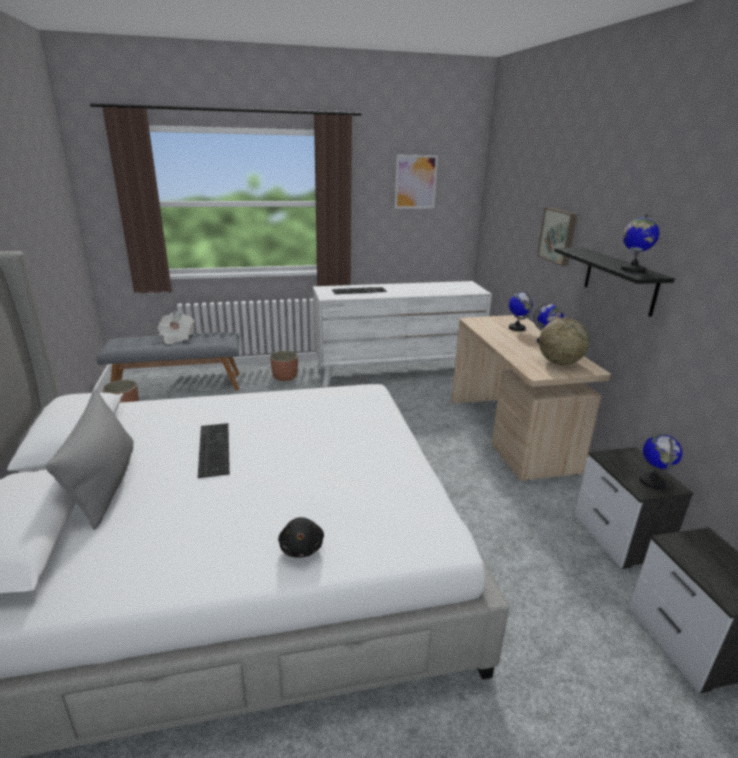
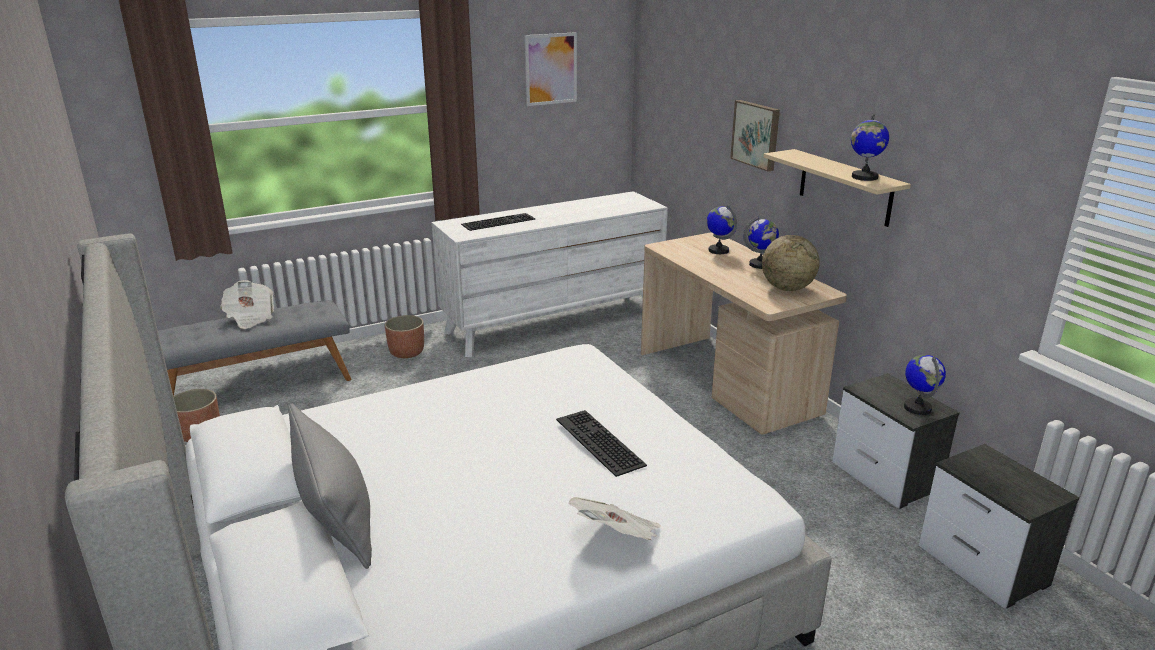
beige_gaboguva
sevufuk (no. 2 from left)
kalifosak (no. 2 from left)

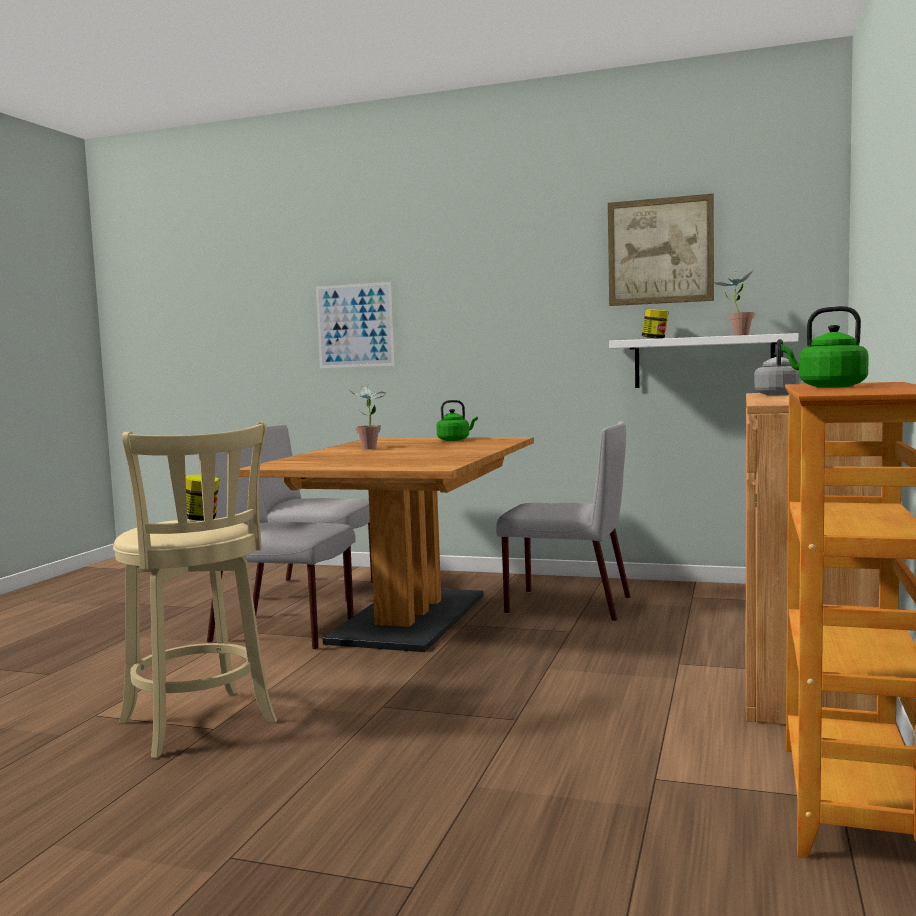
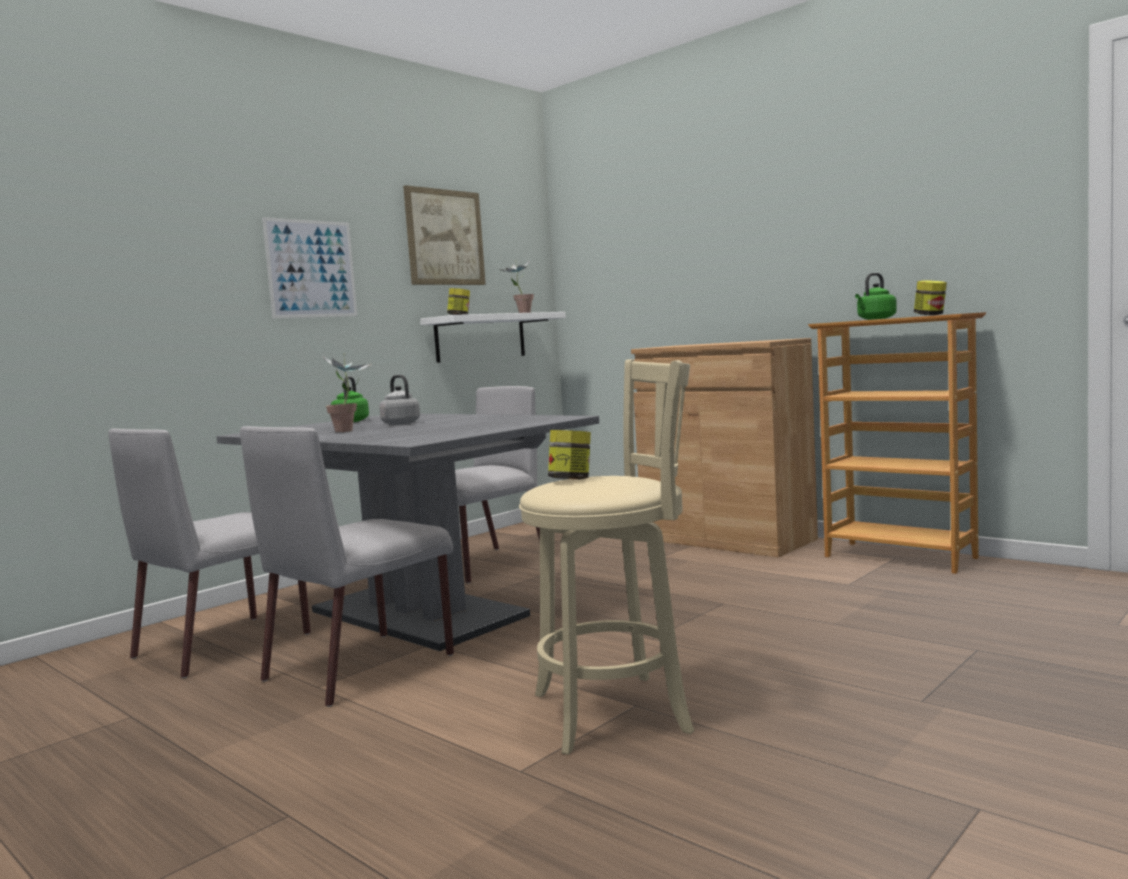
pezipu (no. 1 from left)
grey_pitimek
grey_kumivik
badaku (no. 3 from left)

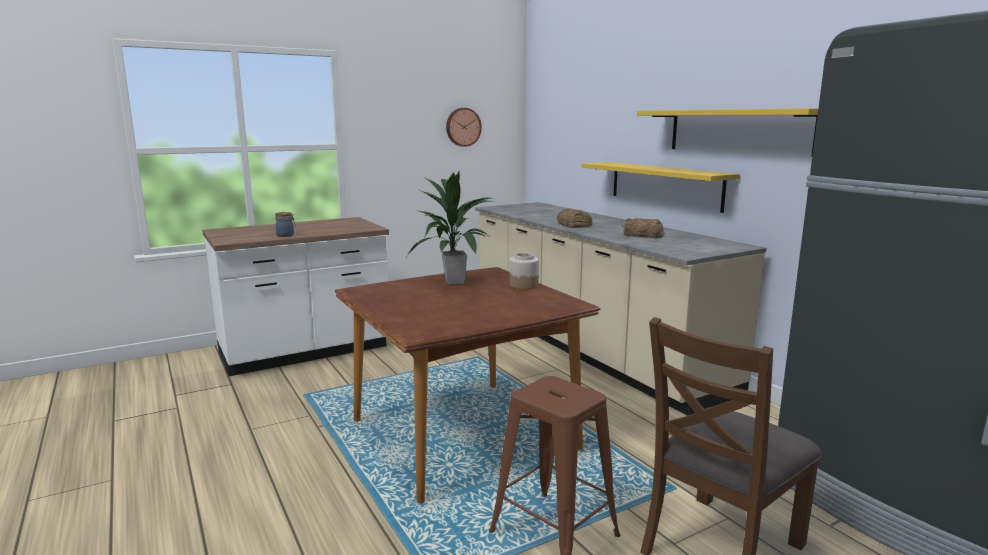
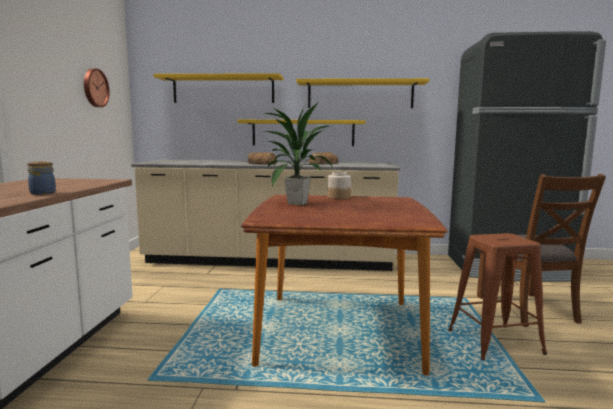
yellow_gaboguva (no. 1 from left)

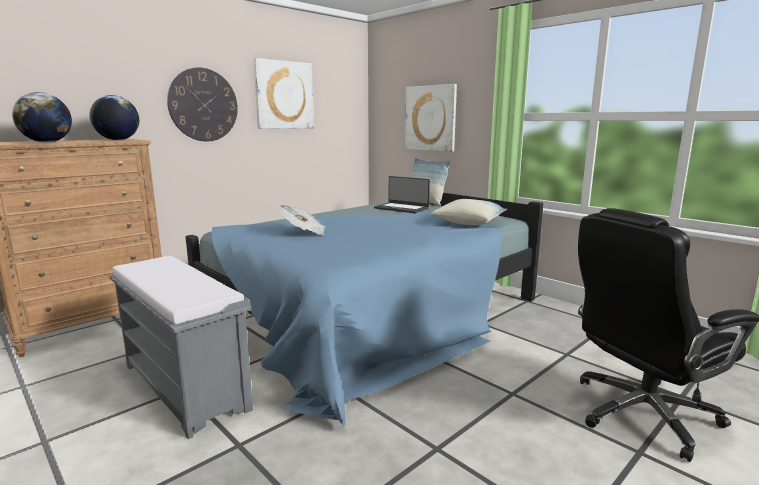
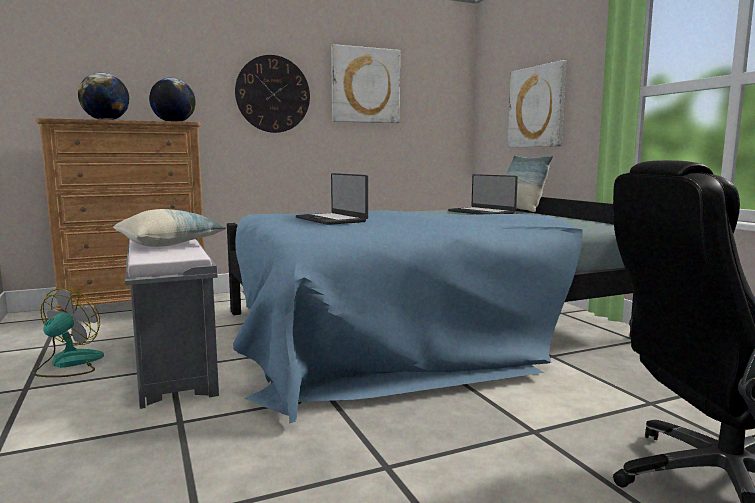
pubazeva (no. 1 from left)
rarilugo (no. 1 from left)
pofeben

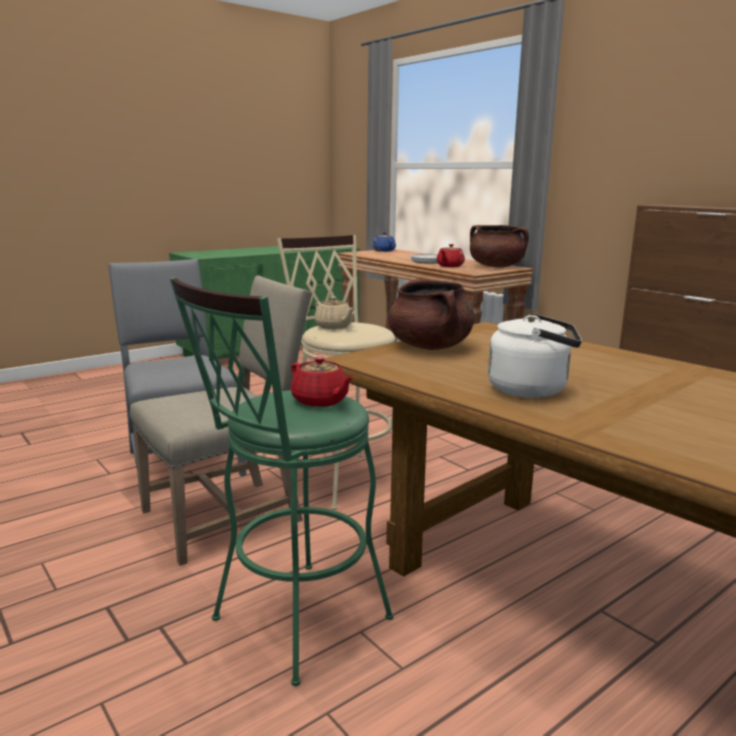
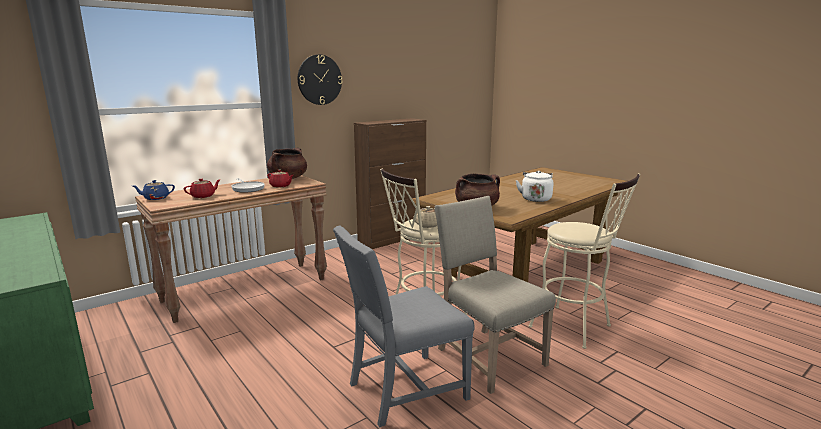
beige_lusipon (no. 2 from left)
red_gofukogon (no. 1 from left)
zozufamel

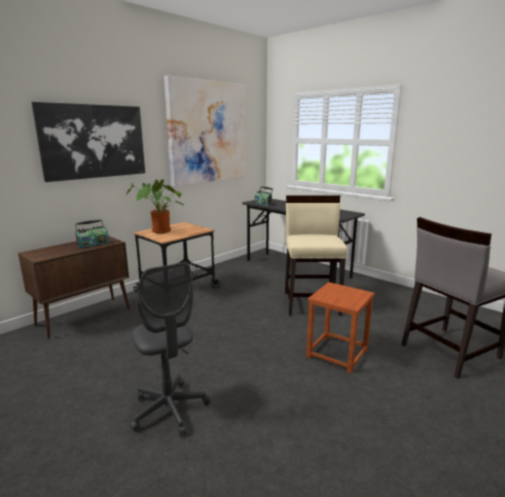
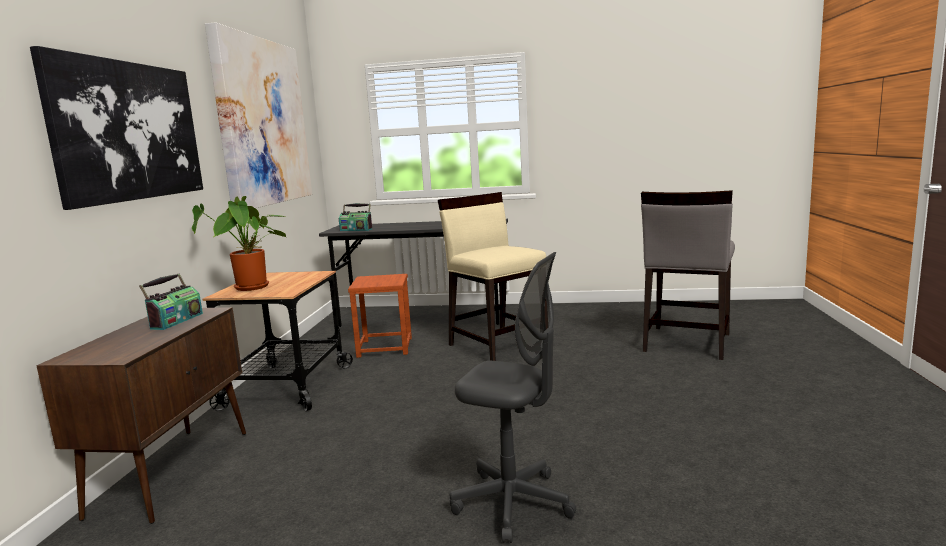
brown_lusipon

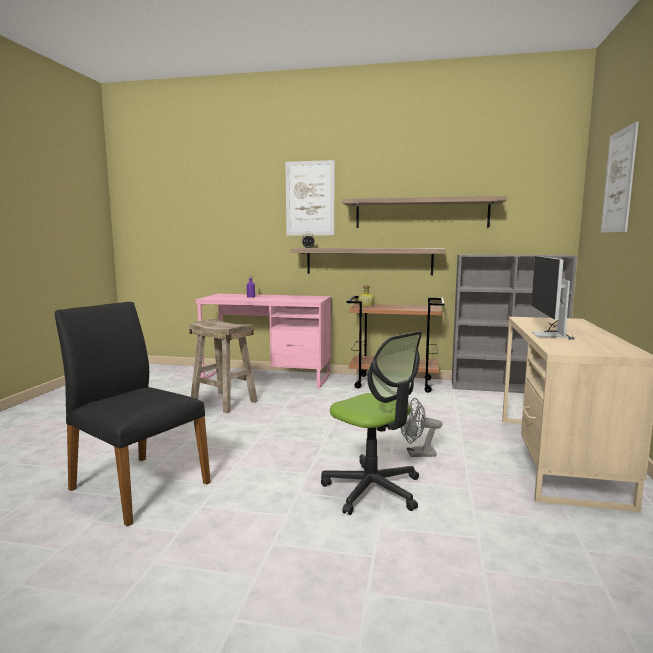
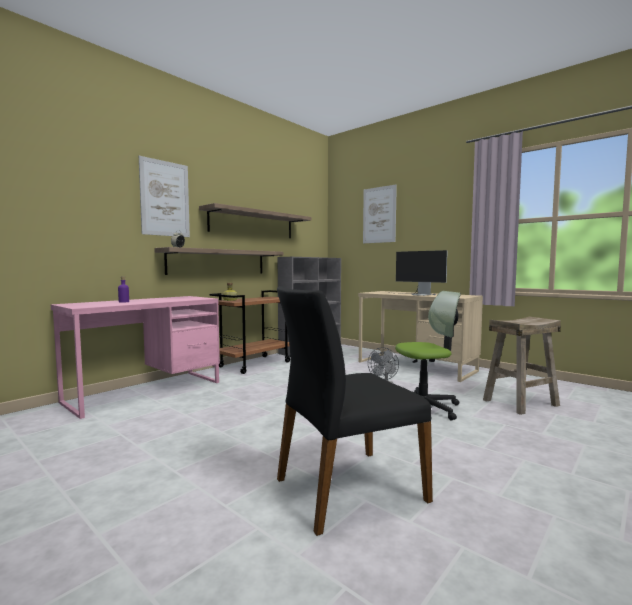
beige_lusipon

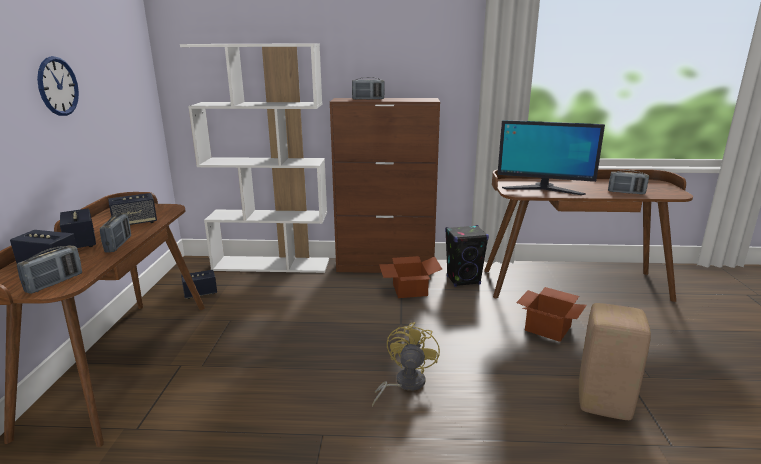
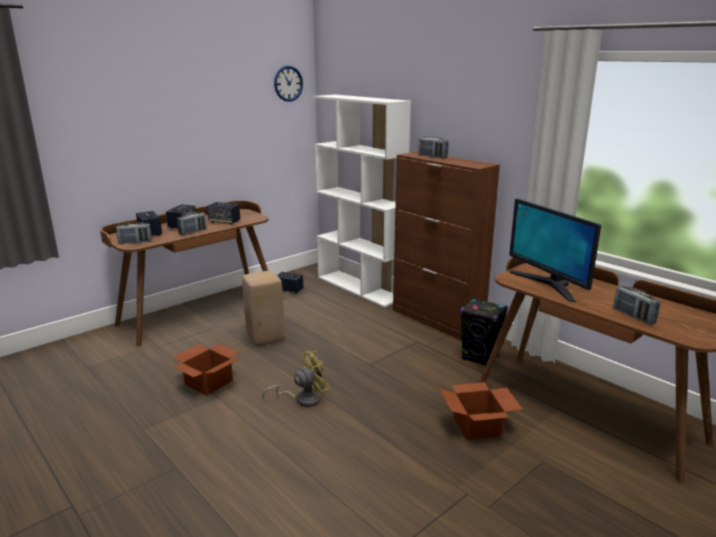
zozufamel
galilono (no. 1 from left)
beige_lusipon

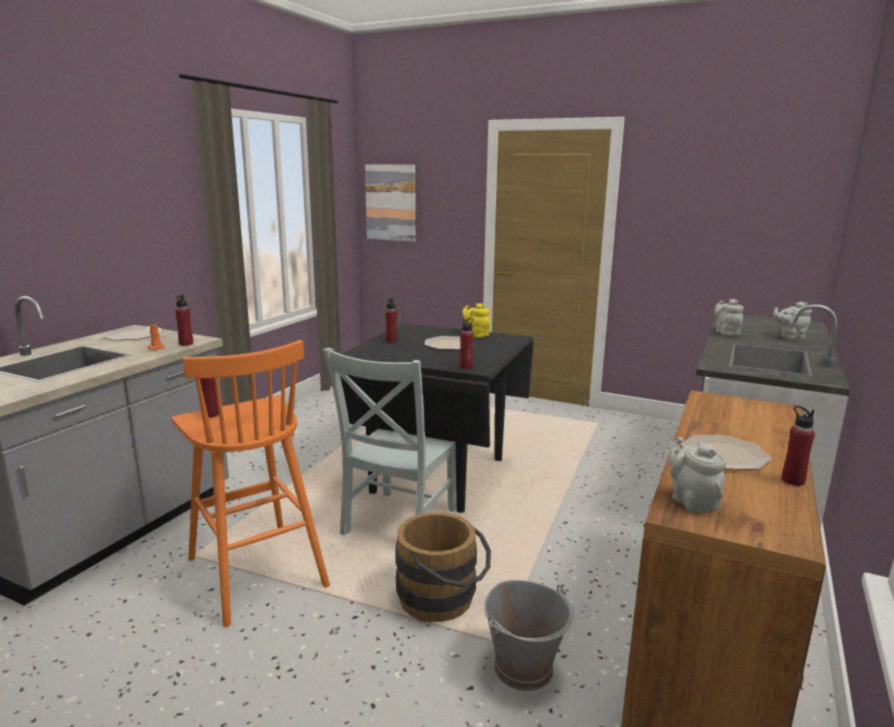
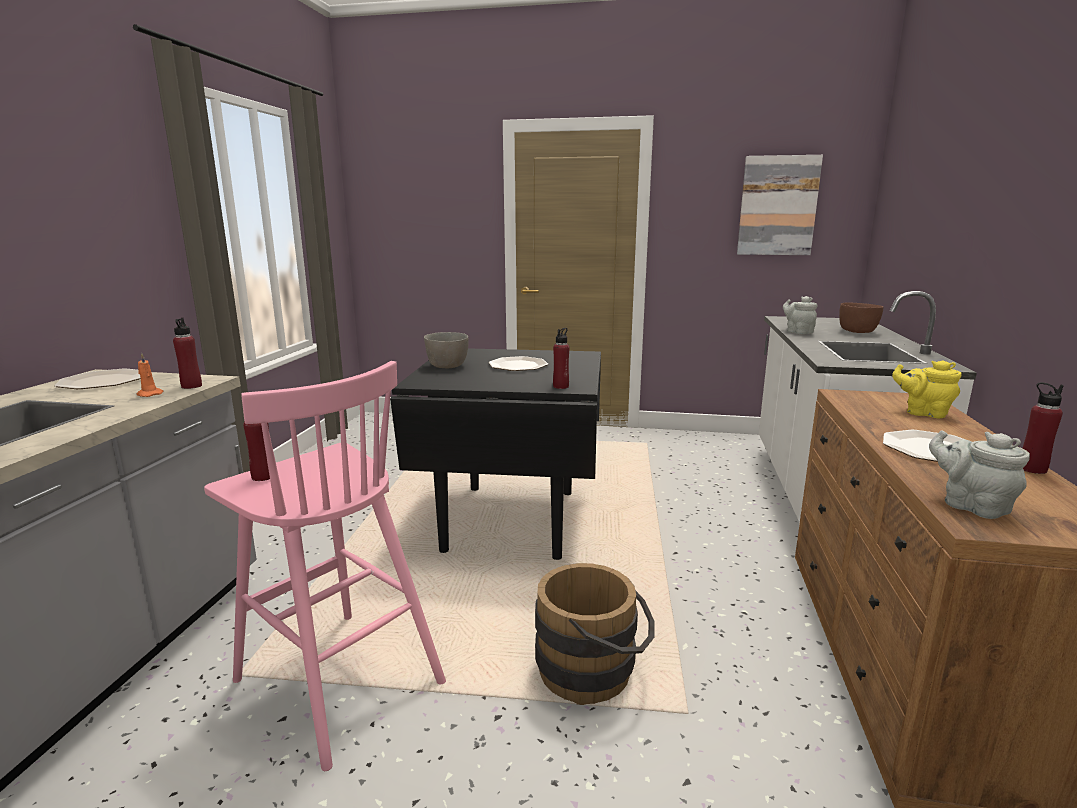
pezipu
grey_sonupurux
brown_sonupurux
yellow_gofukogon
pink_lusipon
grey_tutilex
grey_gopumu

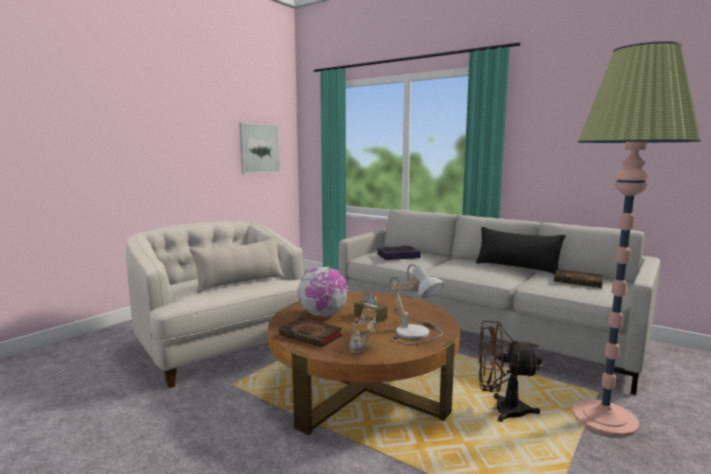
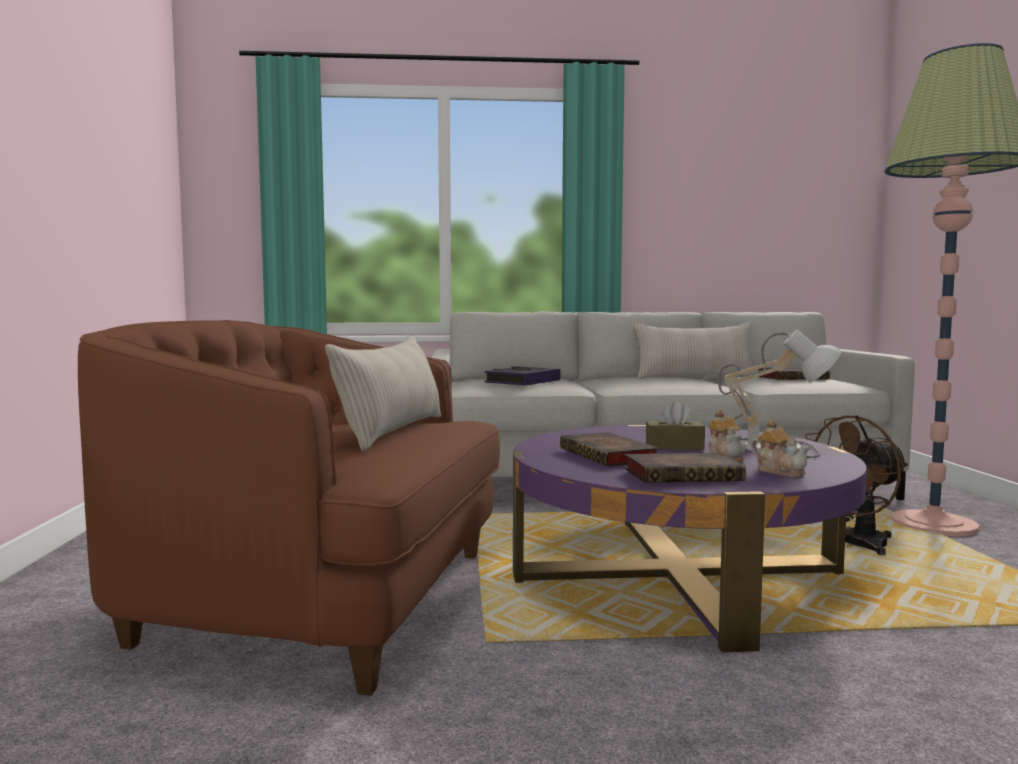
pezipu
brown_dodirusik
beige_pubazeva (no. 2 from left)
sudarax (no. 2 from left)
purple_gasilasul

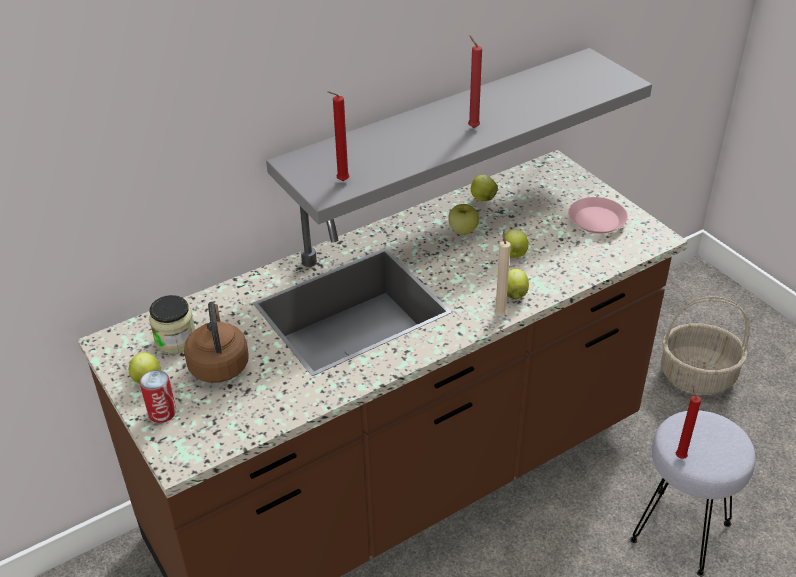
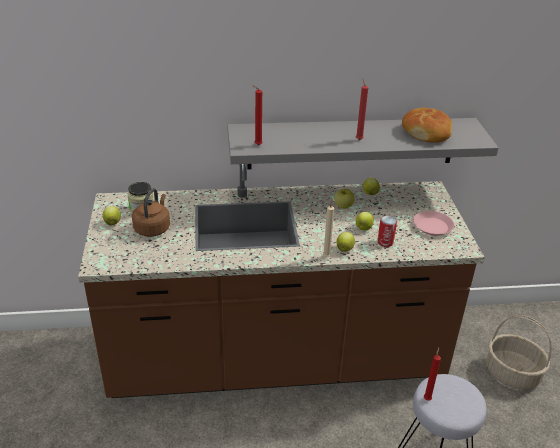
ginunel
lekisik

